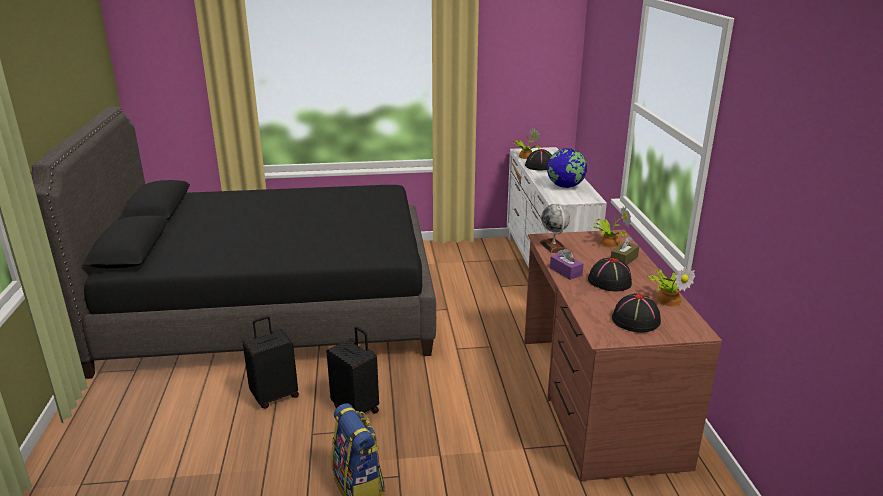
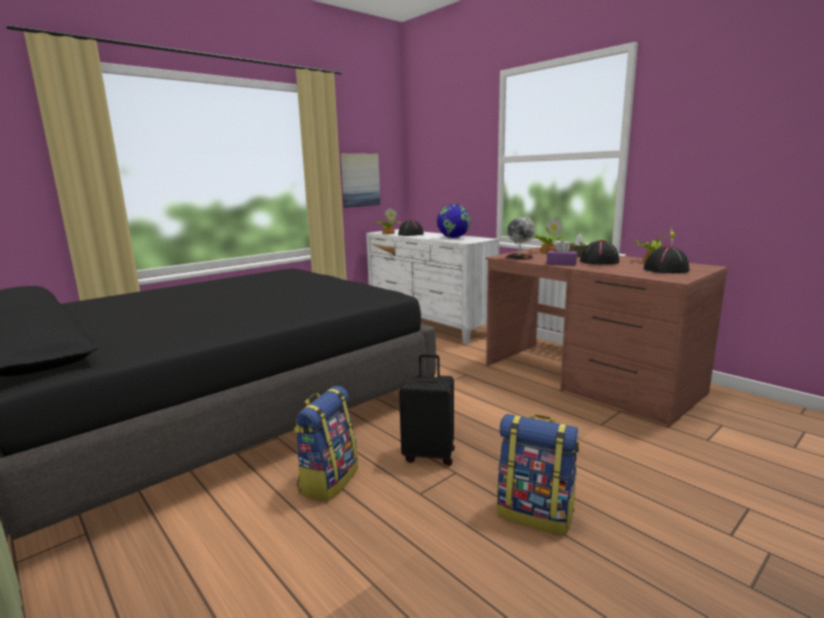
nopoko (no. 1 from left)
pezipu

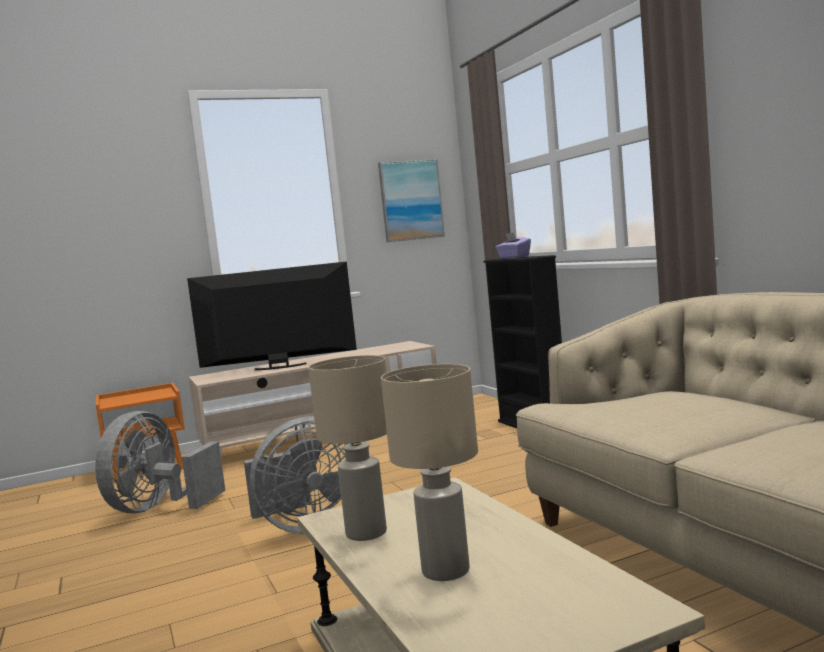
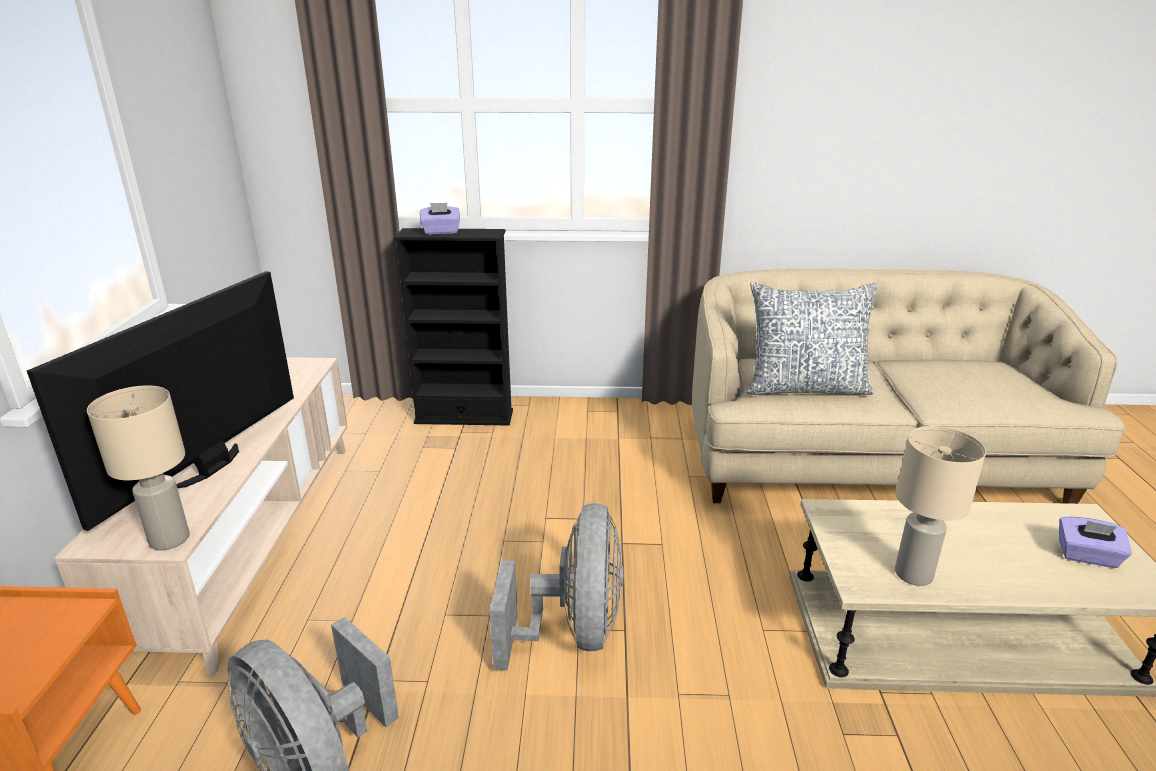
pezipu
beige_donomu (no. 1 from left)
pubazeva
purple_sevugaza (no. 2 from left)

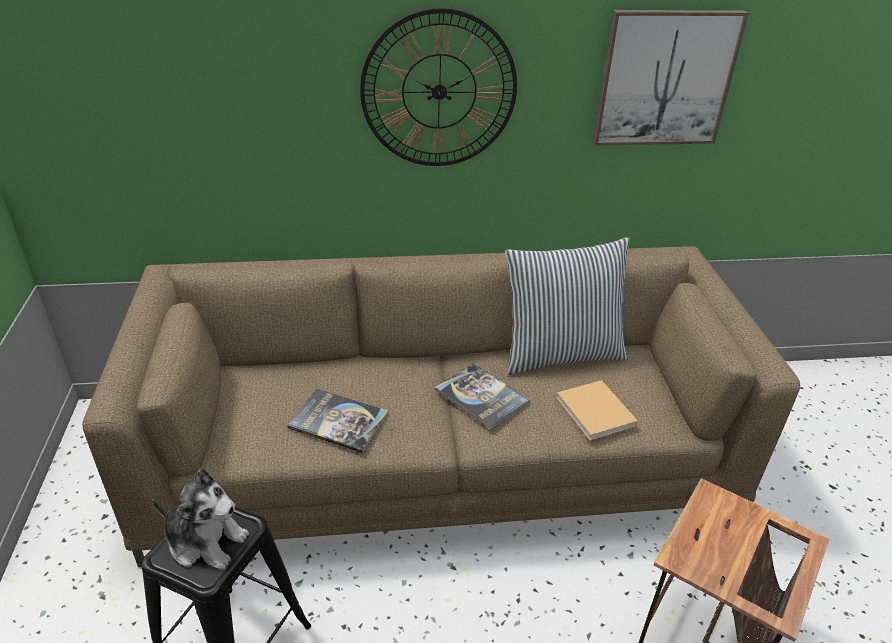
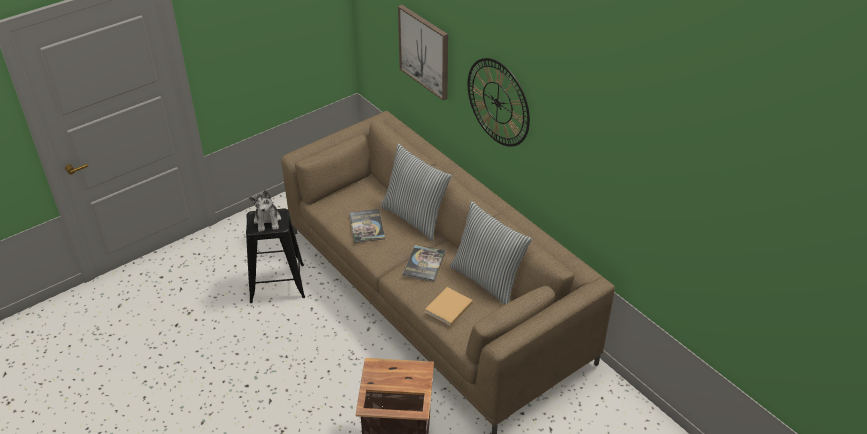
pezipu
pubazeva (no. 1 from left)

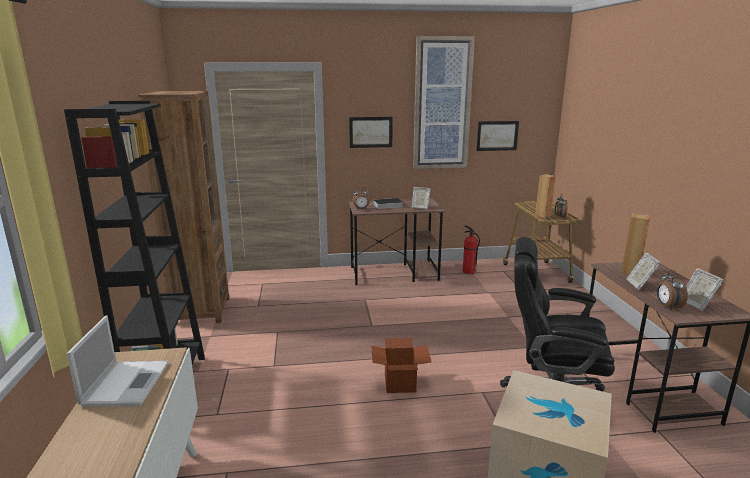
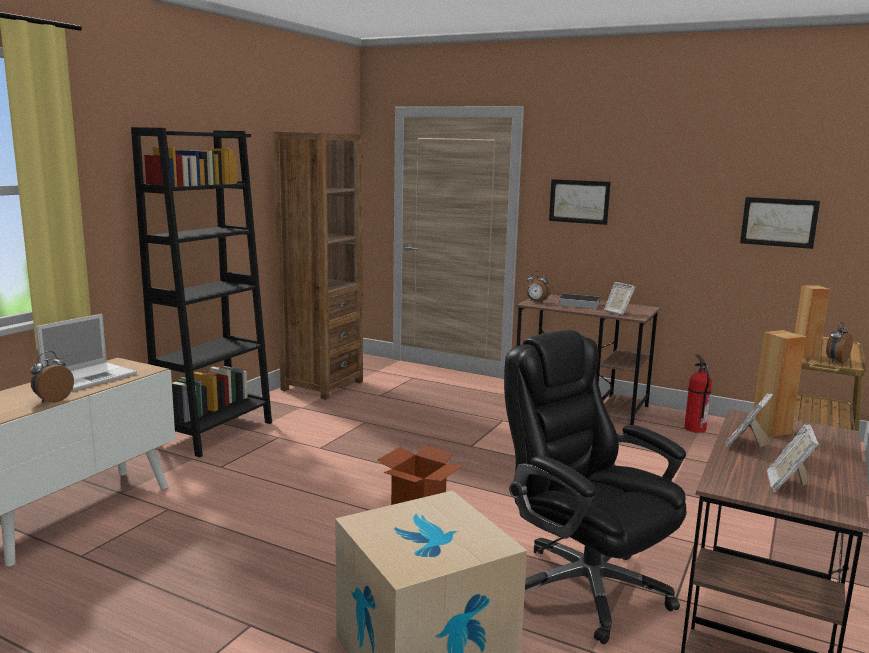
pezipu (no. 2 from left in the first image)
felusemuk (no. 1 from left)

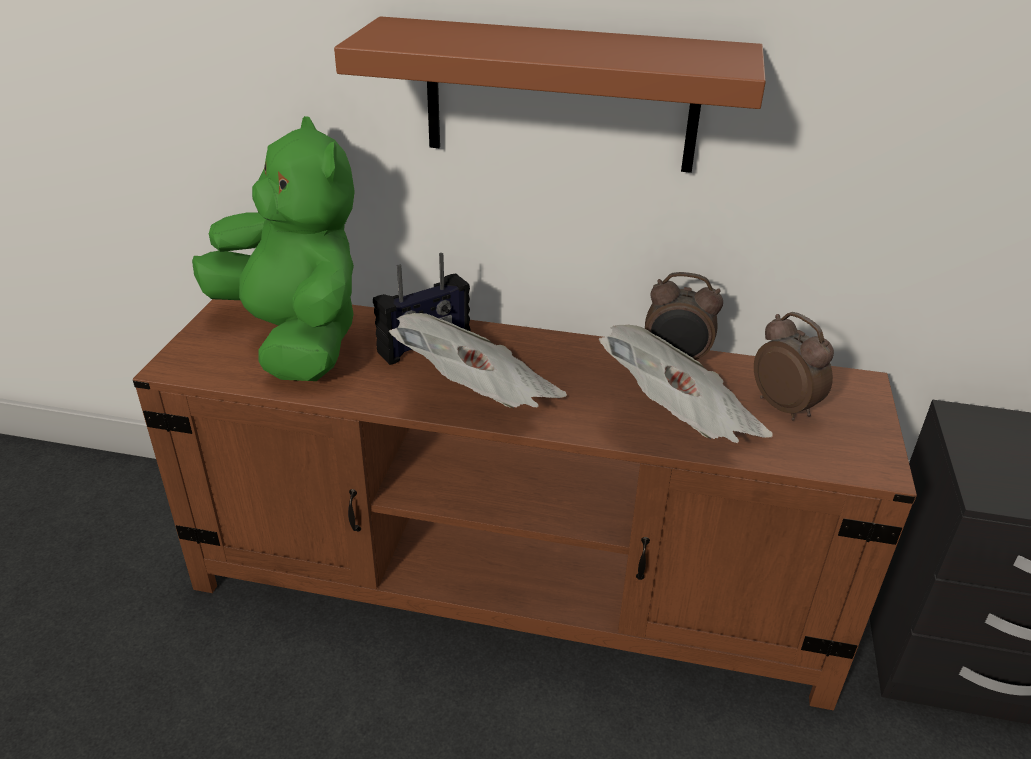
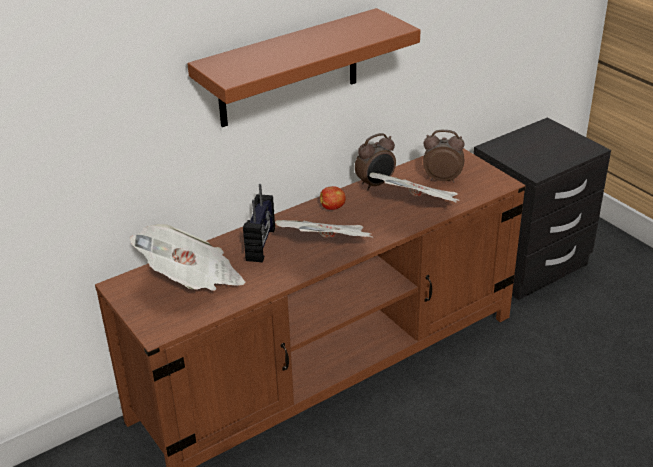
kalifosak (no. 1 from left)
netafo

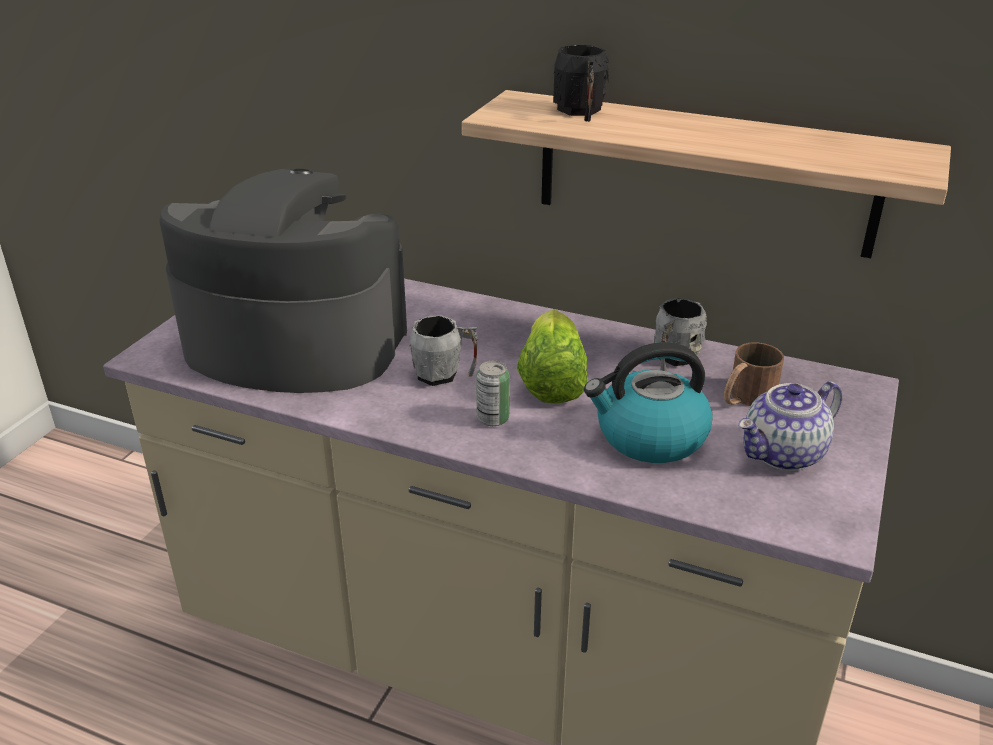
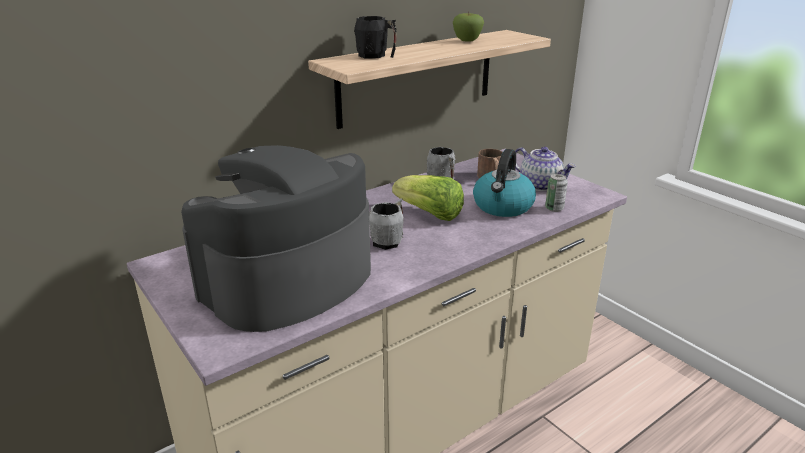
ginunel
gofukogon
netafo

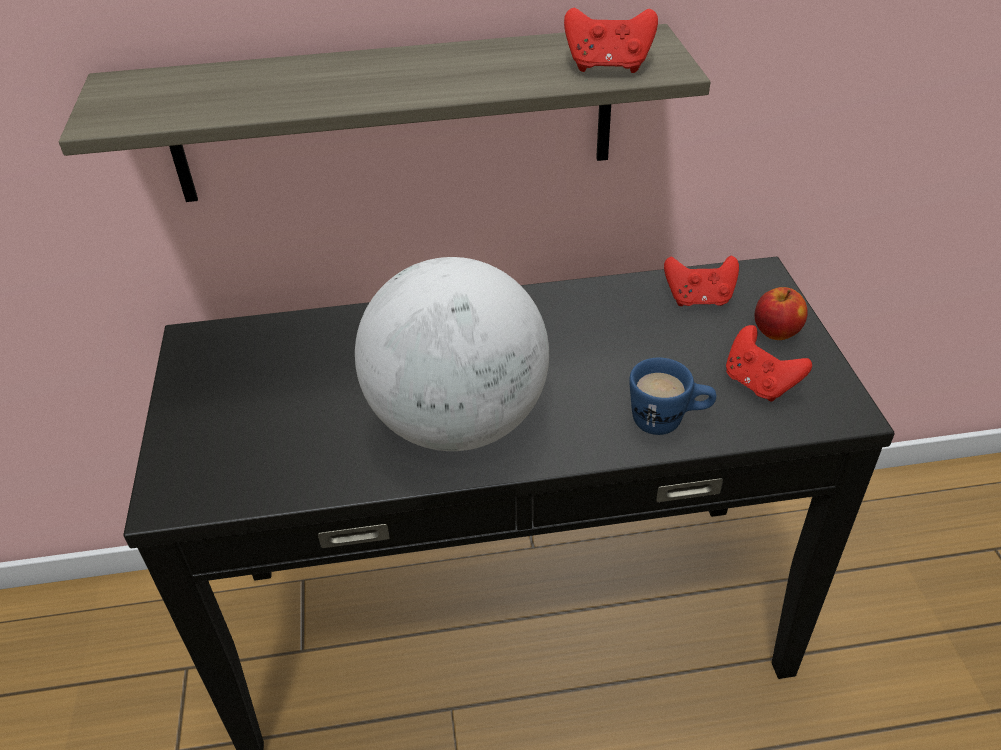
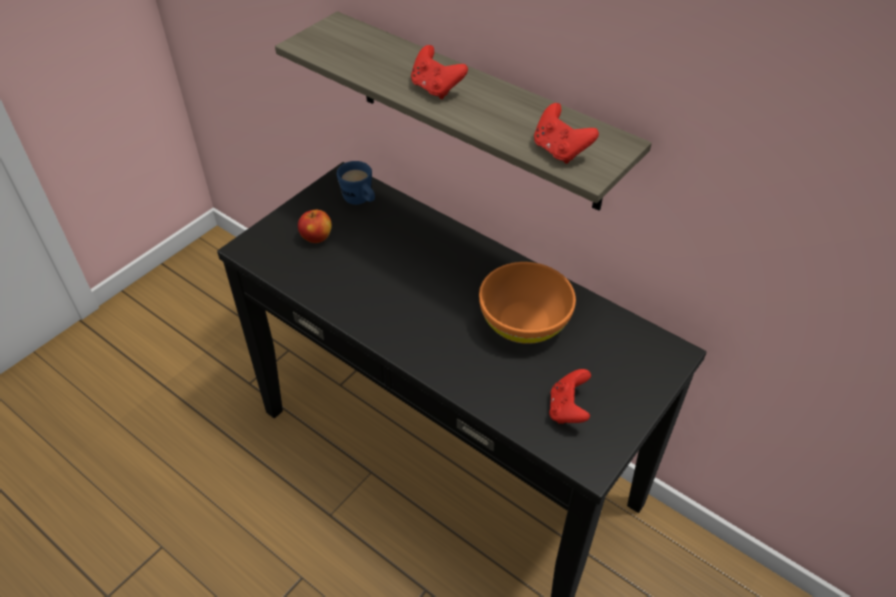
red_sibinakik (no. 1 from left)
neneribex
netafo
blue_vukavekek
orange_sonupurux

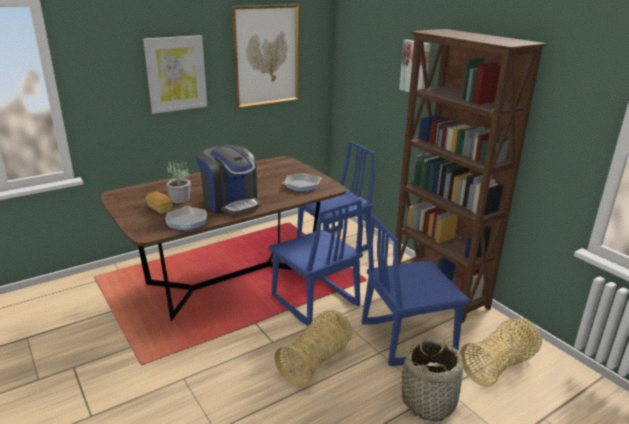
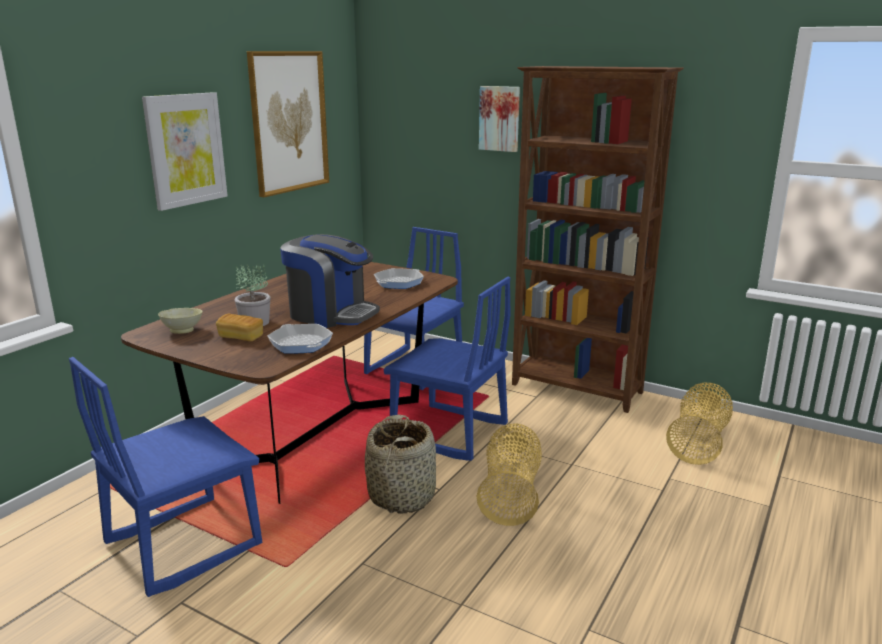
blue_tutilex (no. 1 from left)
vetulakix (no. 1 from left)
beige_sonupurux

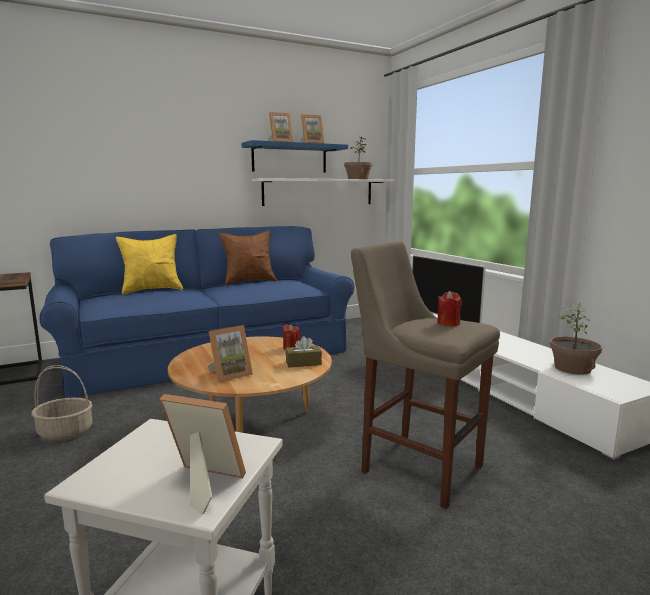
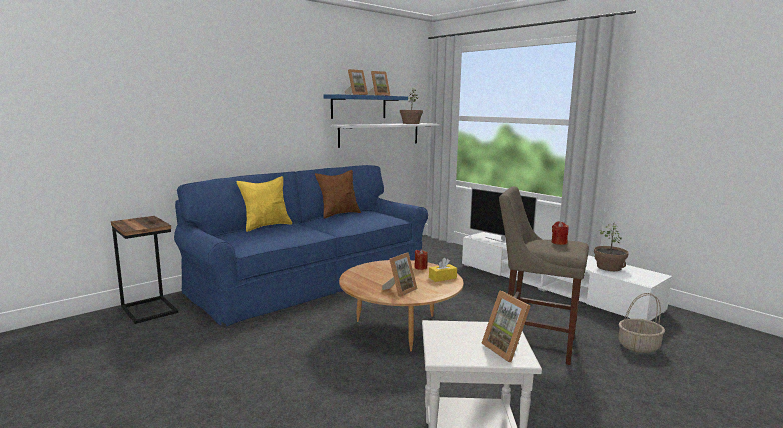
yellow_sevugaza
vetulakix
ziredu (no. 4 from left)

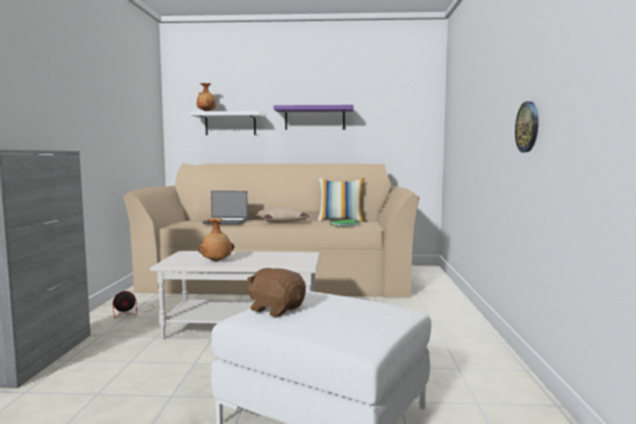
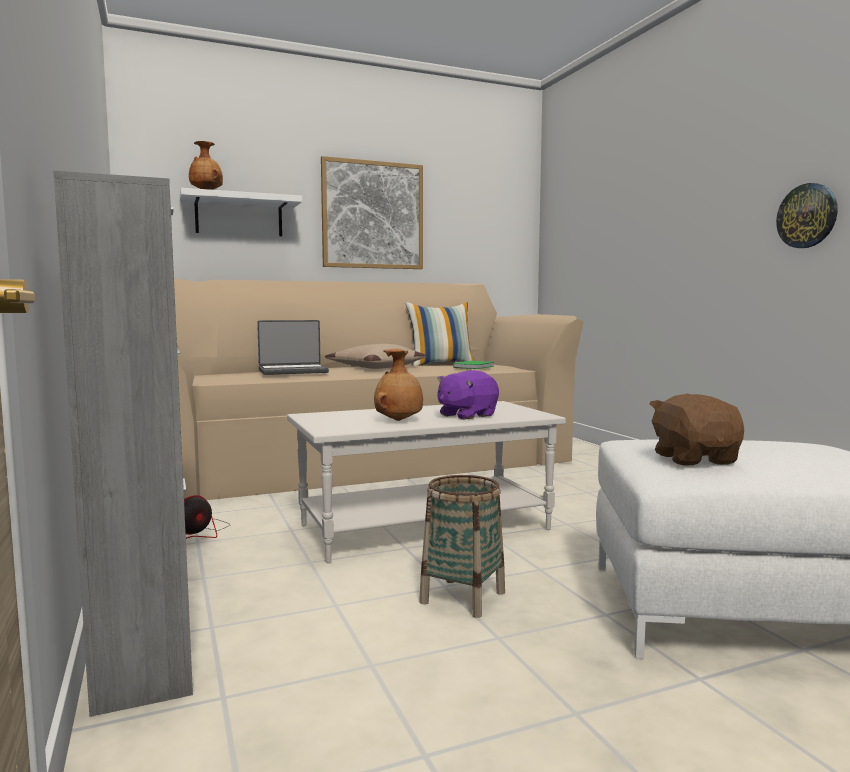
pezipu
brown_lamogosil
purple_lamogosil
vetulakix

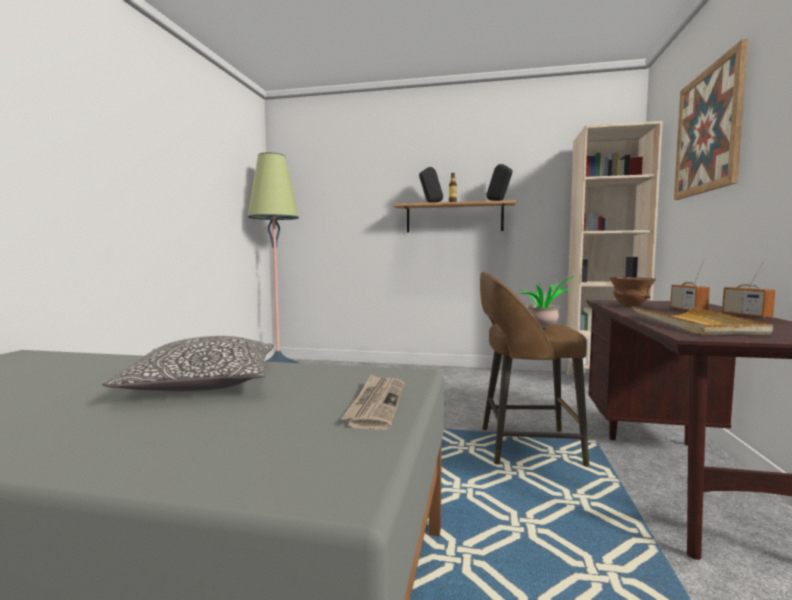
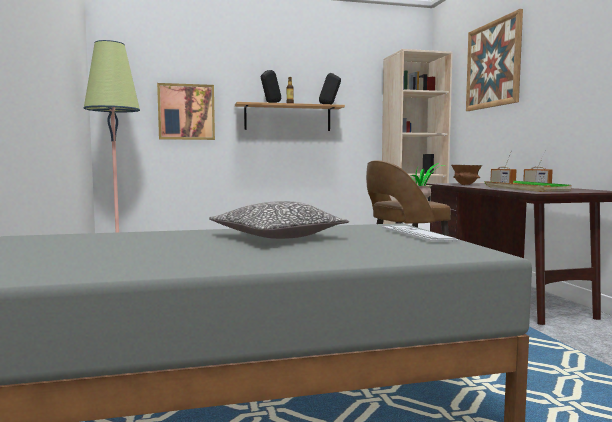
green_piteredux
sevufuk
pezipu (no. 1 from left)

